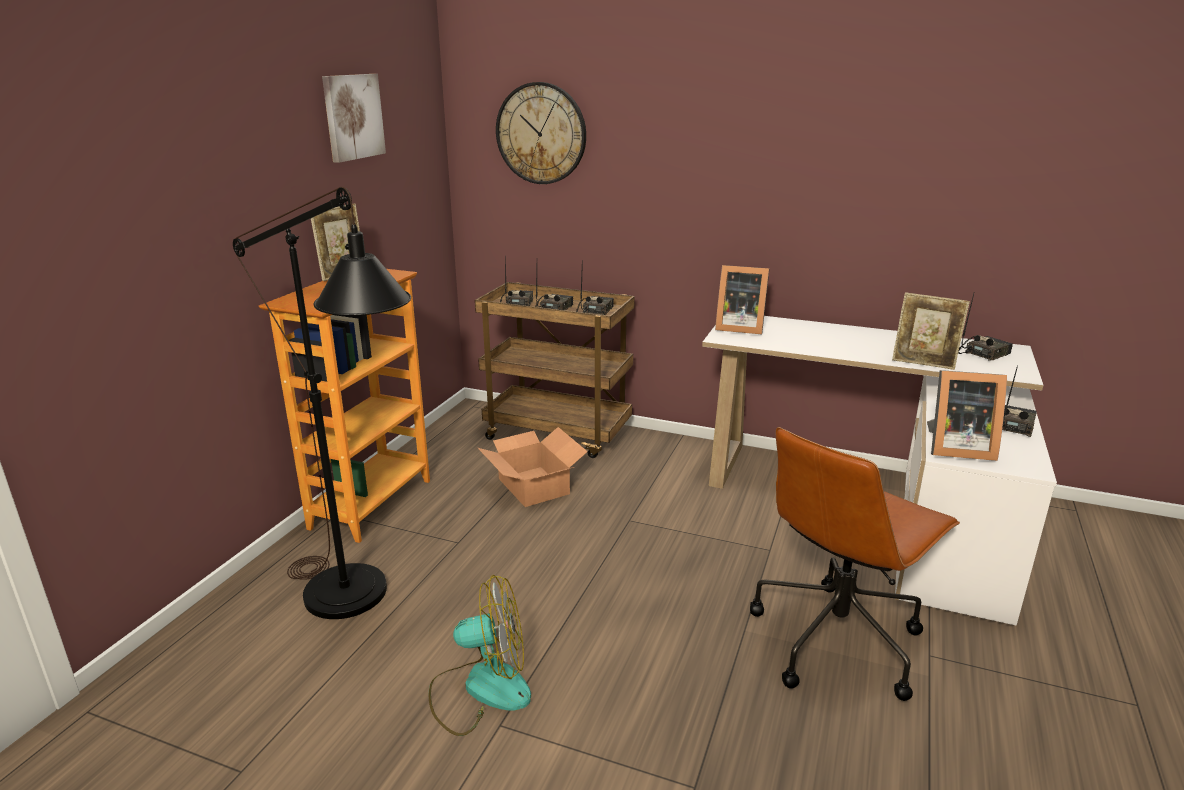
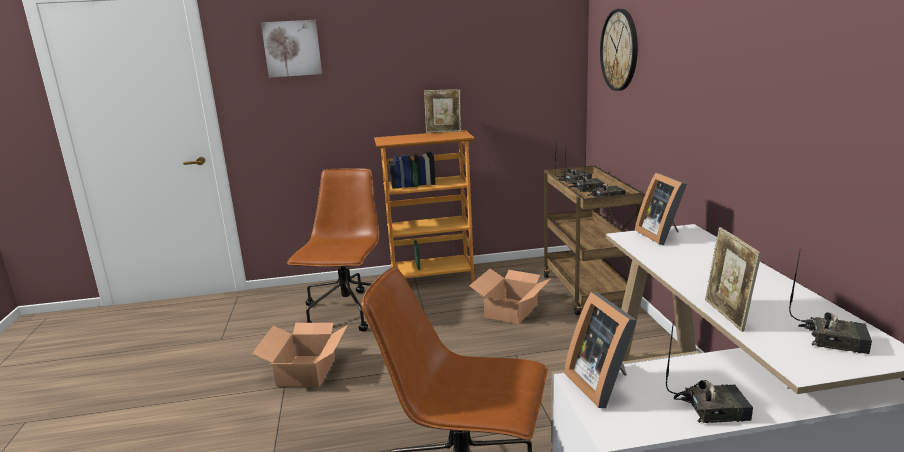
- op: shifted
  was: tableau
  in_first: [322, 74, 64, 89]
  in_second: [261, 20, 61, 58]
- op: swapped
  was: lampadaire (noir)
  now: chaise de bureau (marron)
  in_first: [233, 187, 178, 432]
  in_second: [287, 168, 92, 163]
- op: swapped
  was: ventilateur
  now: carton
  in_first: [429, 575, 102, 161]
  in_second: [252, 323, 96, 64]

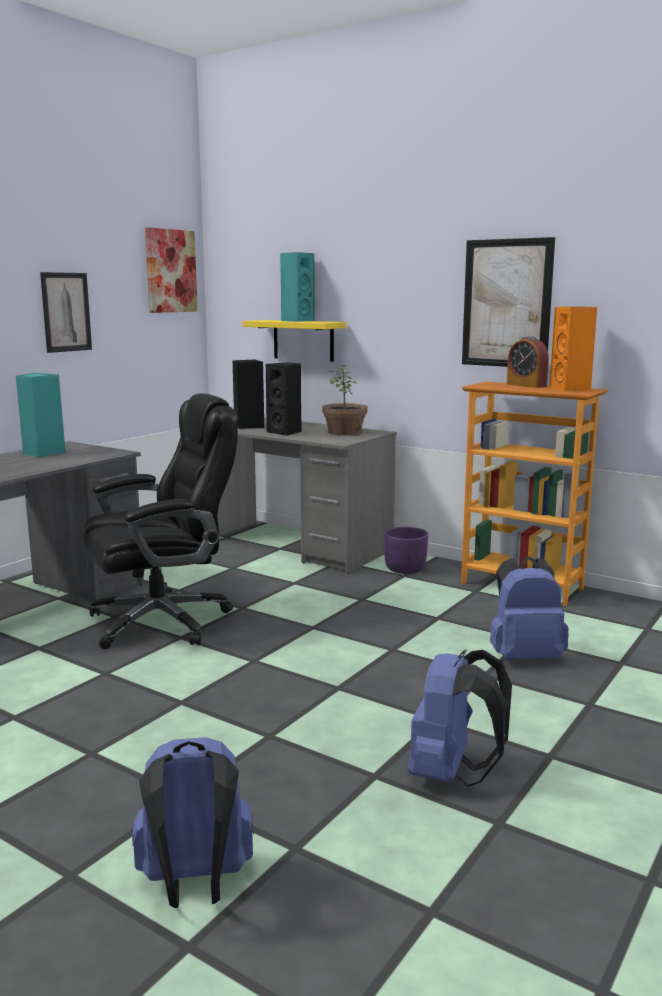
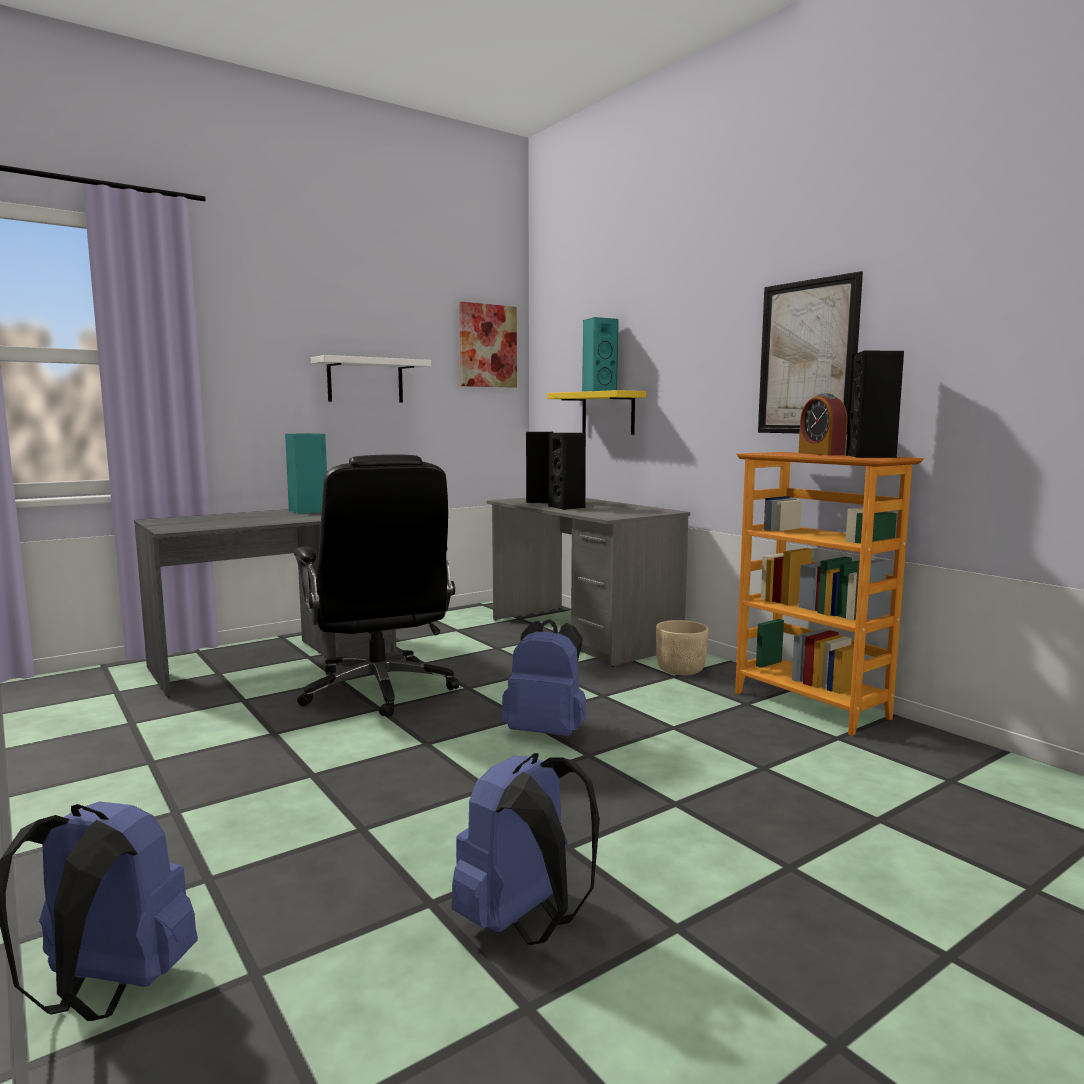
- op: gone
  was: plante en pot
  in_first: [322, 365, 46, 70]
- op: shifted
  was: sac à dos (bleu)
  in_first: [490, 556, 79, 103]
  in_second: [502, 619, 84, 117]
- op: swapped
  was: tableau
  now: étagère (blanc)
  in_first: [40, 272, 52, 81]
  in_second: [311, 355, 120, 47]
- op: repainted
  was: cache-pot (violet)
  now: cache-pot (beige)
  in_first: [384, 527, 44, 47]
  in_second: [656, 620, 52, 55]
- op: repainted
  was: enceinte (orange)
  now: enceinte (noir)
  in_first: [549, 307, 48, 84]
  in_second: [846, 350, 58, 108]
- op: rotated
  was: chaise de bureau (noir)
  in_first: [84, 393, 154, 256]
  in_second: [294, 454, 165, 263]
  clockwise: 75

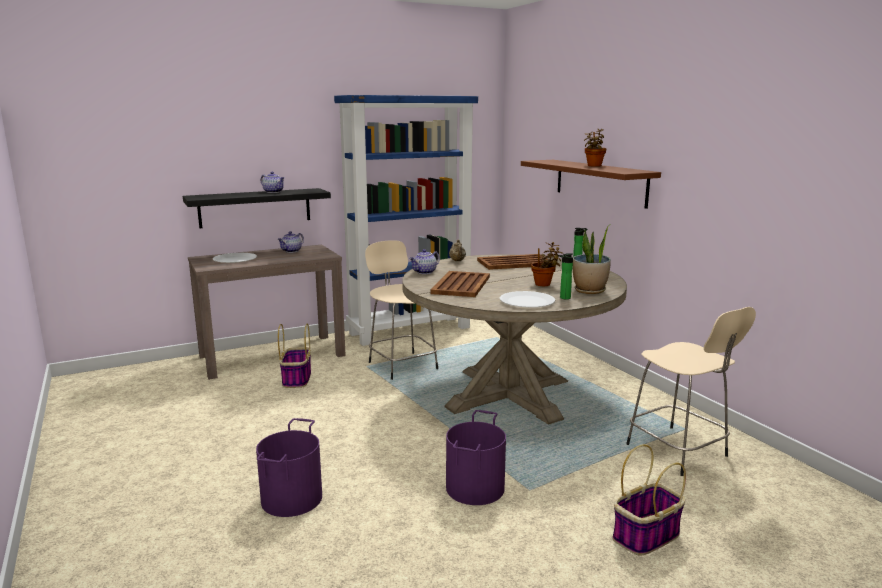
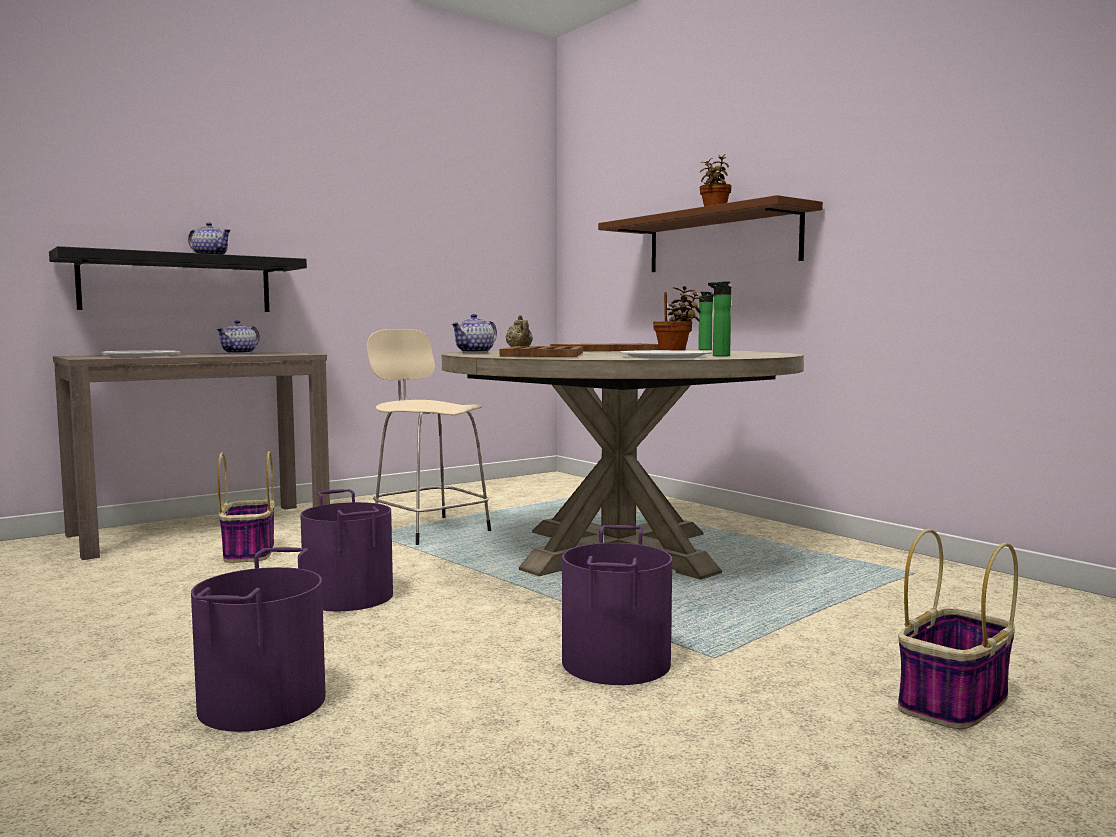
- op: gone
  was: bibliothèque (bleu)
  in_first: [334, 95, 144, 251]
- op: gone
  was: plante en pot
  in_first: [573, 224, 38, 70]
- op: gone
  was: tabouret (beige)
  in_first: [626, 307, 130, 169]
- op: new
  now: seau (violet)
  in_second: [300, 489, 93, 122]

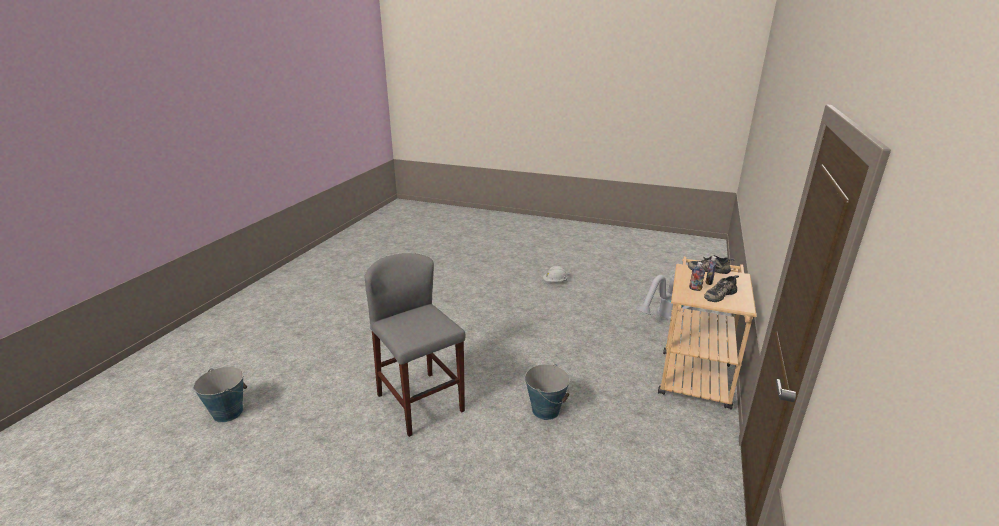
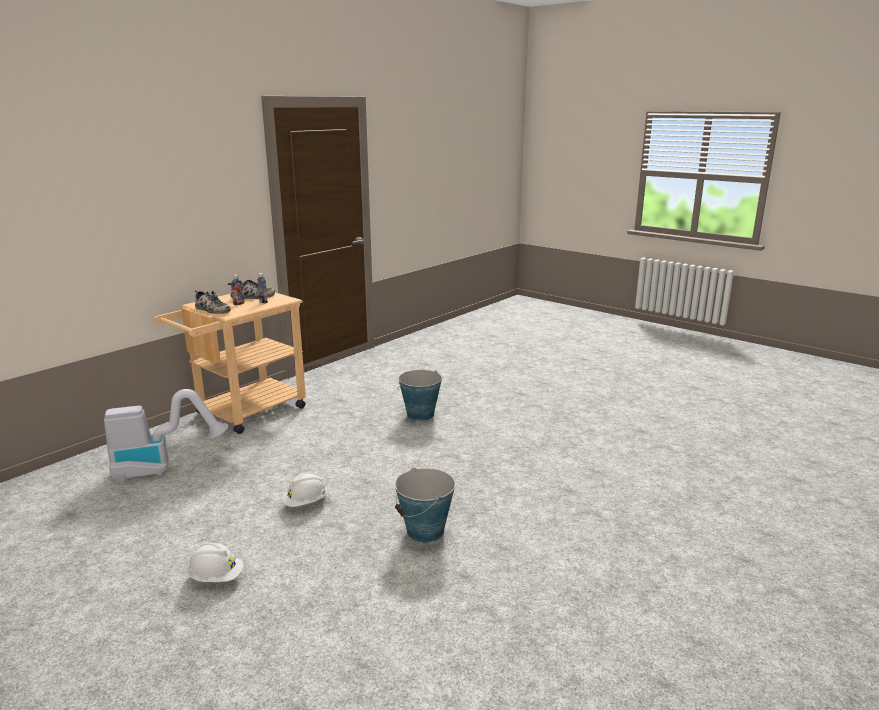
- op: gone
  was: tabouret (gris)
  in_first: [364, 253, 101, 184]
- op: new
  now: casque de chantier (blanc)
  in_second: [281, 472, 47, 35]
- op: shifted
  was: seau
  in_first: [193, 366, 54, 57]
  in_second: [395, 467, 60, 76]

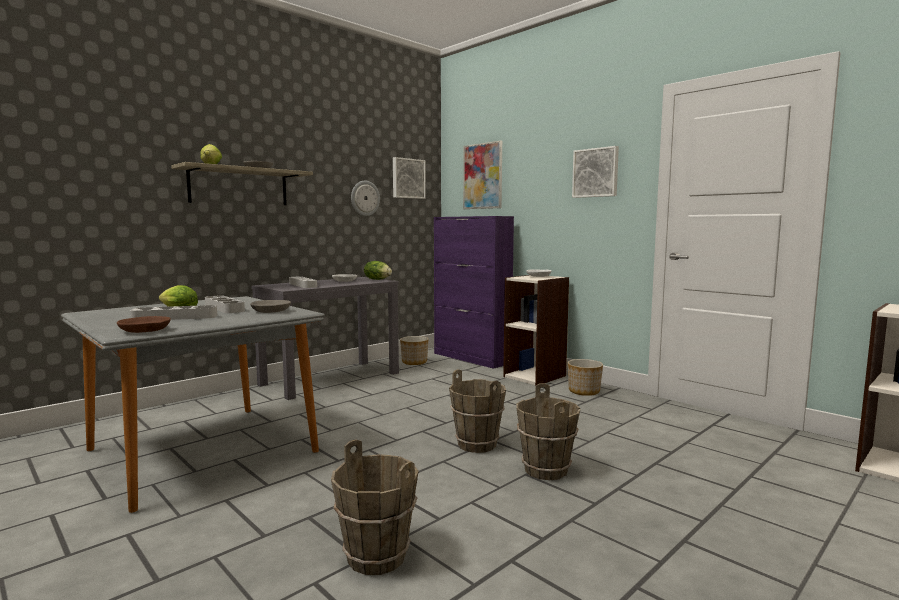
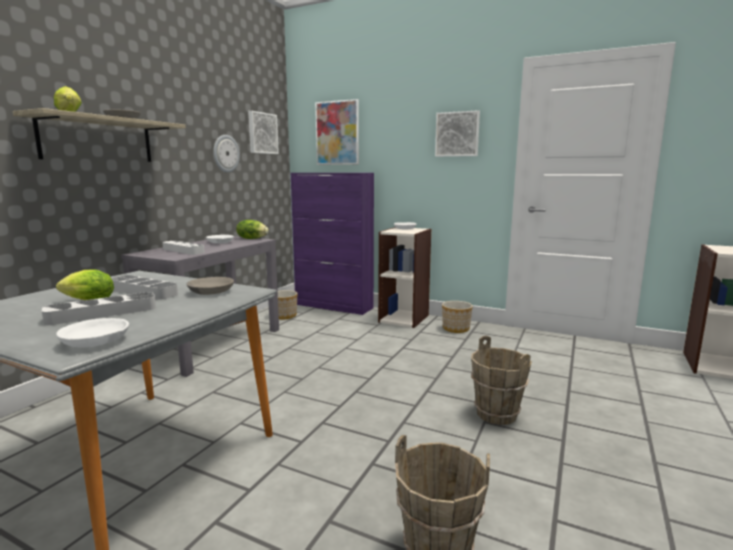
- op: gone
  was: seau (marron)
  in_first: [449, 369, 57, 84]
- op: repainted
  was: bol (marron)
  now: bol (blanc)
  in_first: [117, 316, 54, 17]
  in_second: [56, 318, 73, 30]

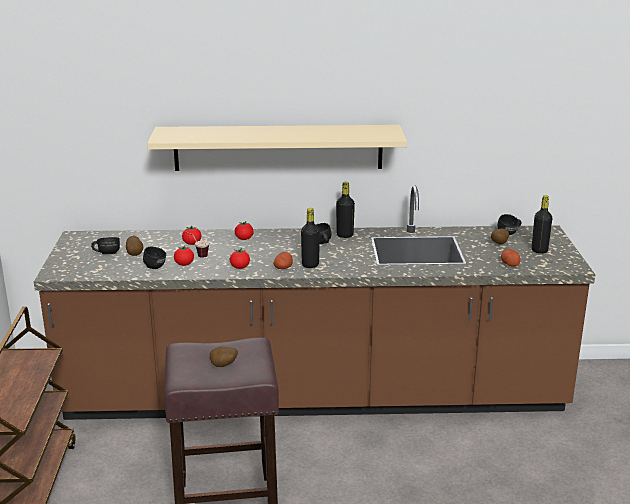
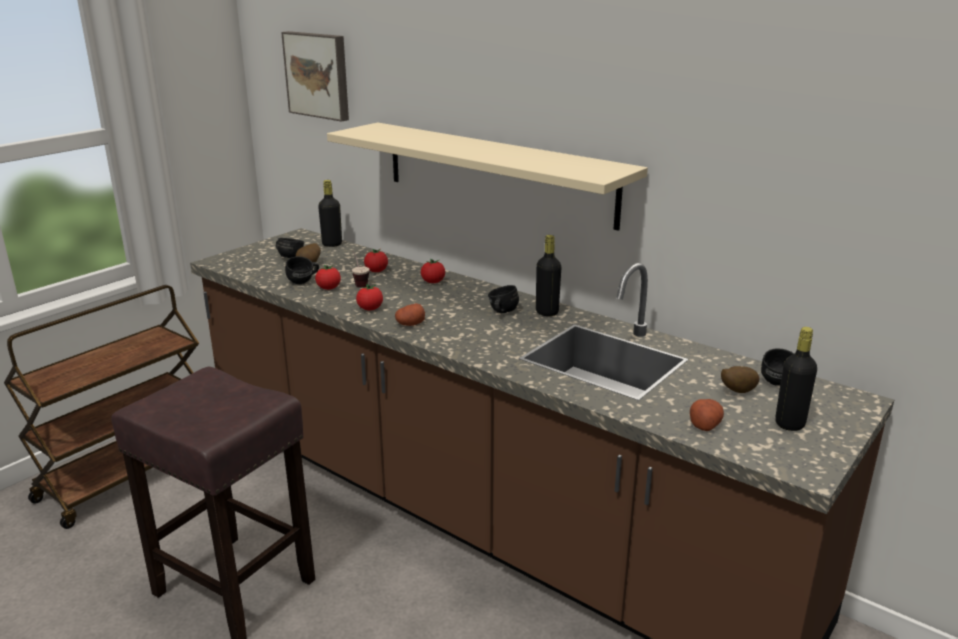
- op: gone
  was: pomme de terre
  in_first: [210, 347, 28, 20]
- op: new
  now: tableau
  in_second: [281, 31, 68, 91]
- op: shifted
  was: bouteille (noir)
  in_first: [301, 208, 19, 60]
  in_second: [318, 180, 24, 67]

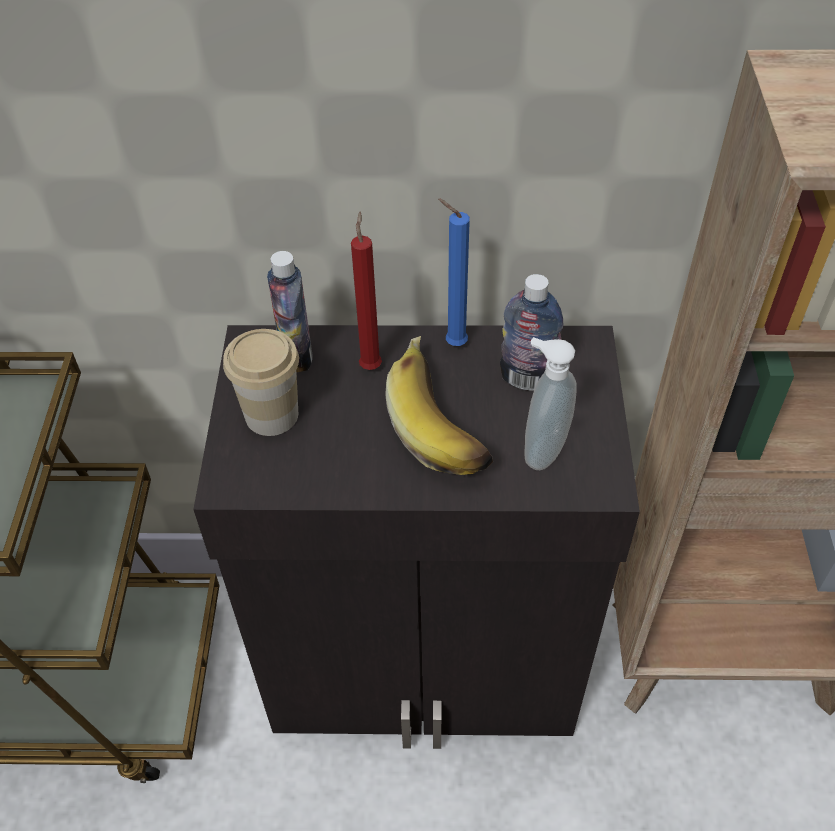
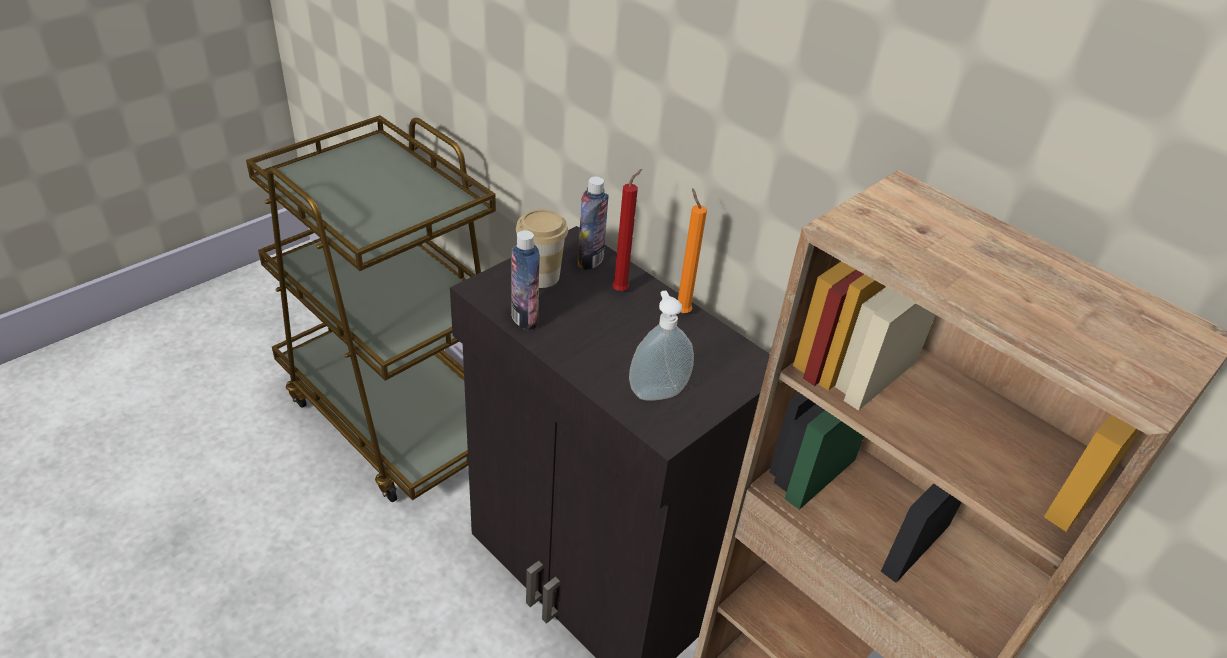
- op: gone
  was: banane
  in_first: [386, 336, 107, 139]
- op: shifted
  was: bouteille
  in_first: [500, 274, 64, 117]
  in_second: [511, 230, 29, 100]
- op: repainted
  was: bougie (bleu)
  now: bougie (orange)
  in_first: [438, 198, 32, 148]
  in_second: [678, 188, 29, 125]

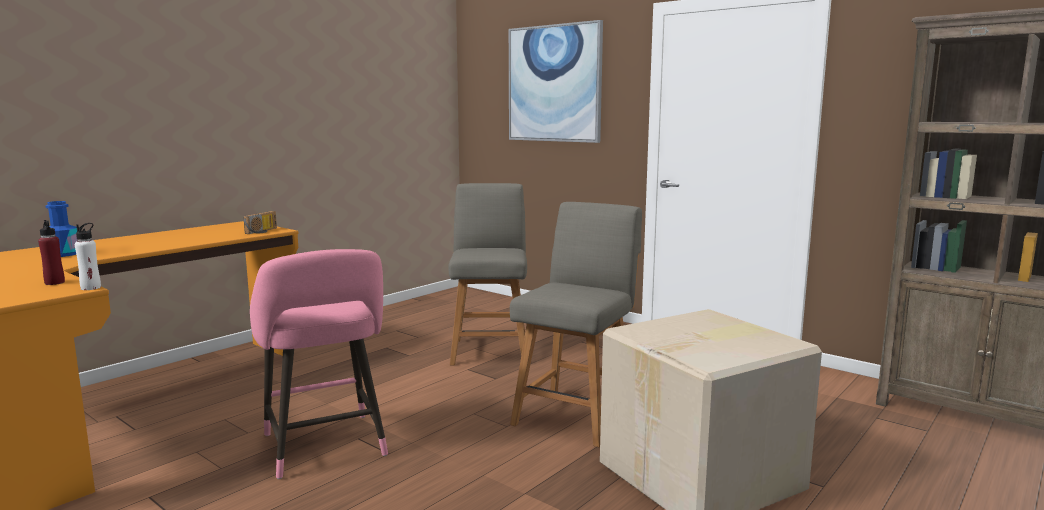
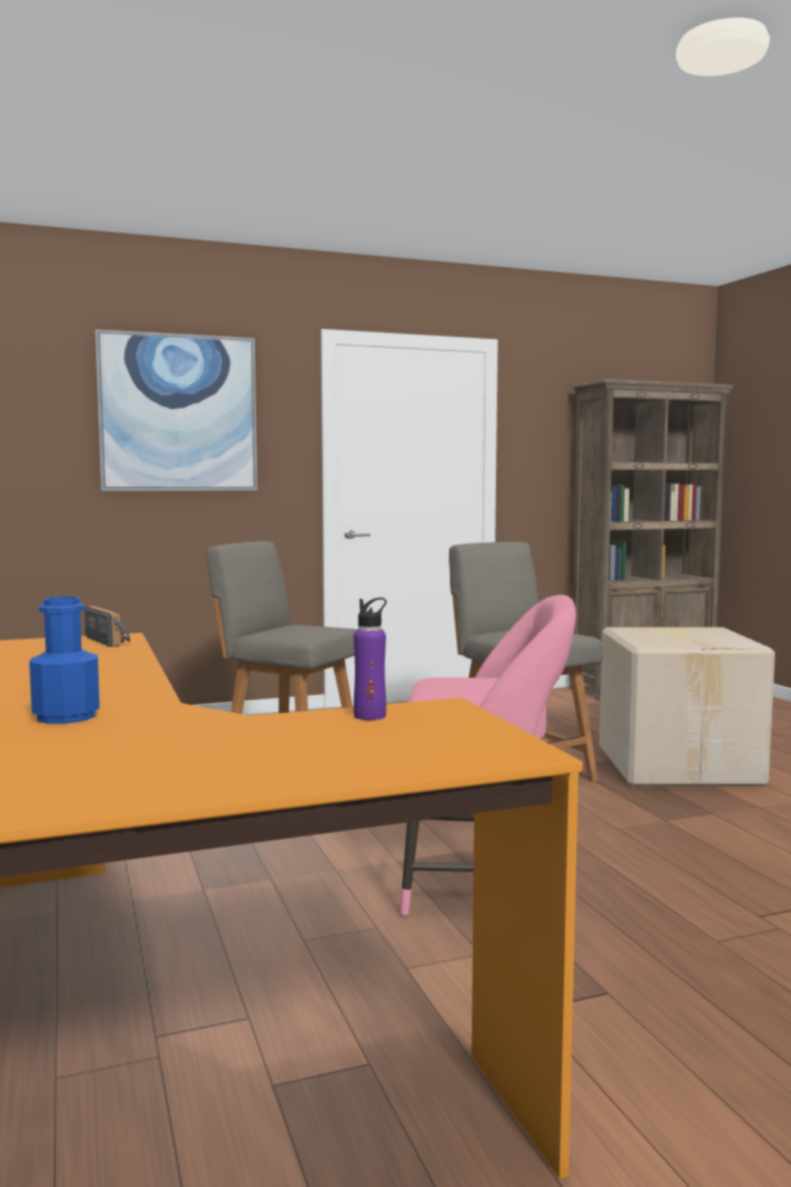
- op: gone
  was: bouteille (blanc)
  in_first: [75, 223, 26, 67]
- op: repainted
  was: bouteille (rouge)
  now: bouteille (violet)
  in_first: [38, 220, 27, 65]
  in_second: [354, 597, 33, 123]

